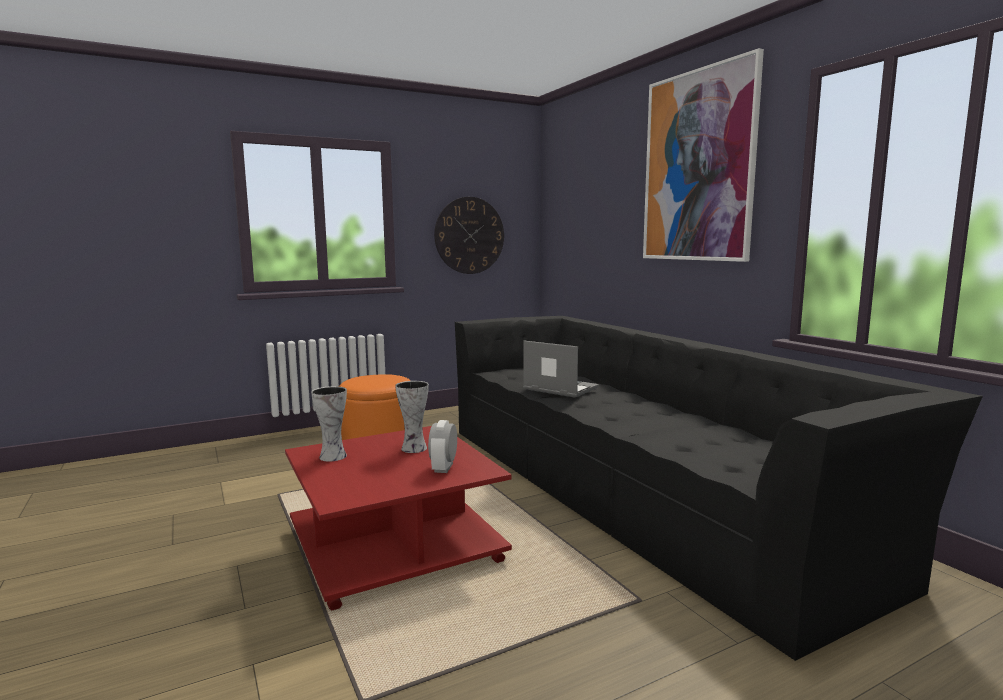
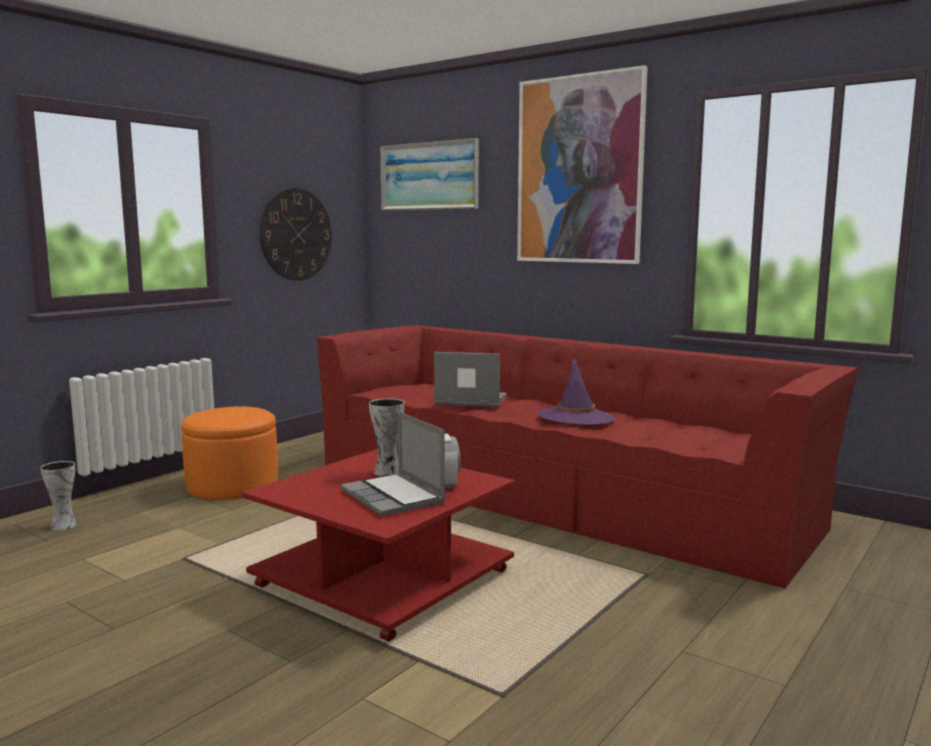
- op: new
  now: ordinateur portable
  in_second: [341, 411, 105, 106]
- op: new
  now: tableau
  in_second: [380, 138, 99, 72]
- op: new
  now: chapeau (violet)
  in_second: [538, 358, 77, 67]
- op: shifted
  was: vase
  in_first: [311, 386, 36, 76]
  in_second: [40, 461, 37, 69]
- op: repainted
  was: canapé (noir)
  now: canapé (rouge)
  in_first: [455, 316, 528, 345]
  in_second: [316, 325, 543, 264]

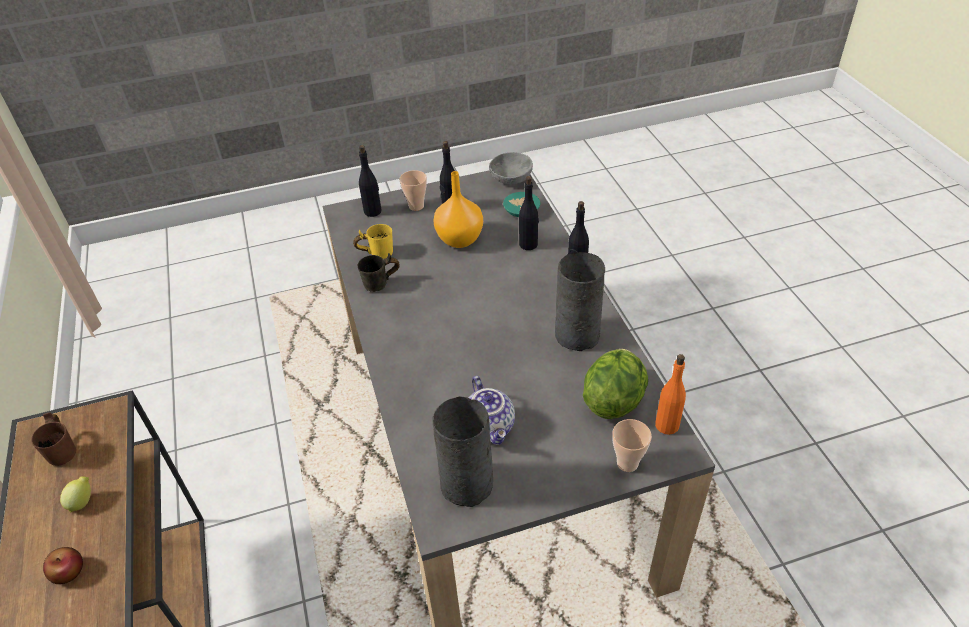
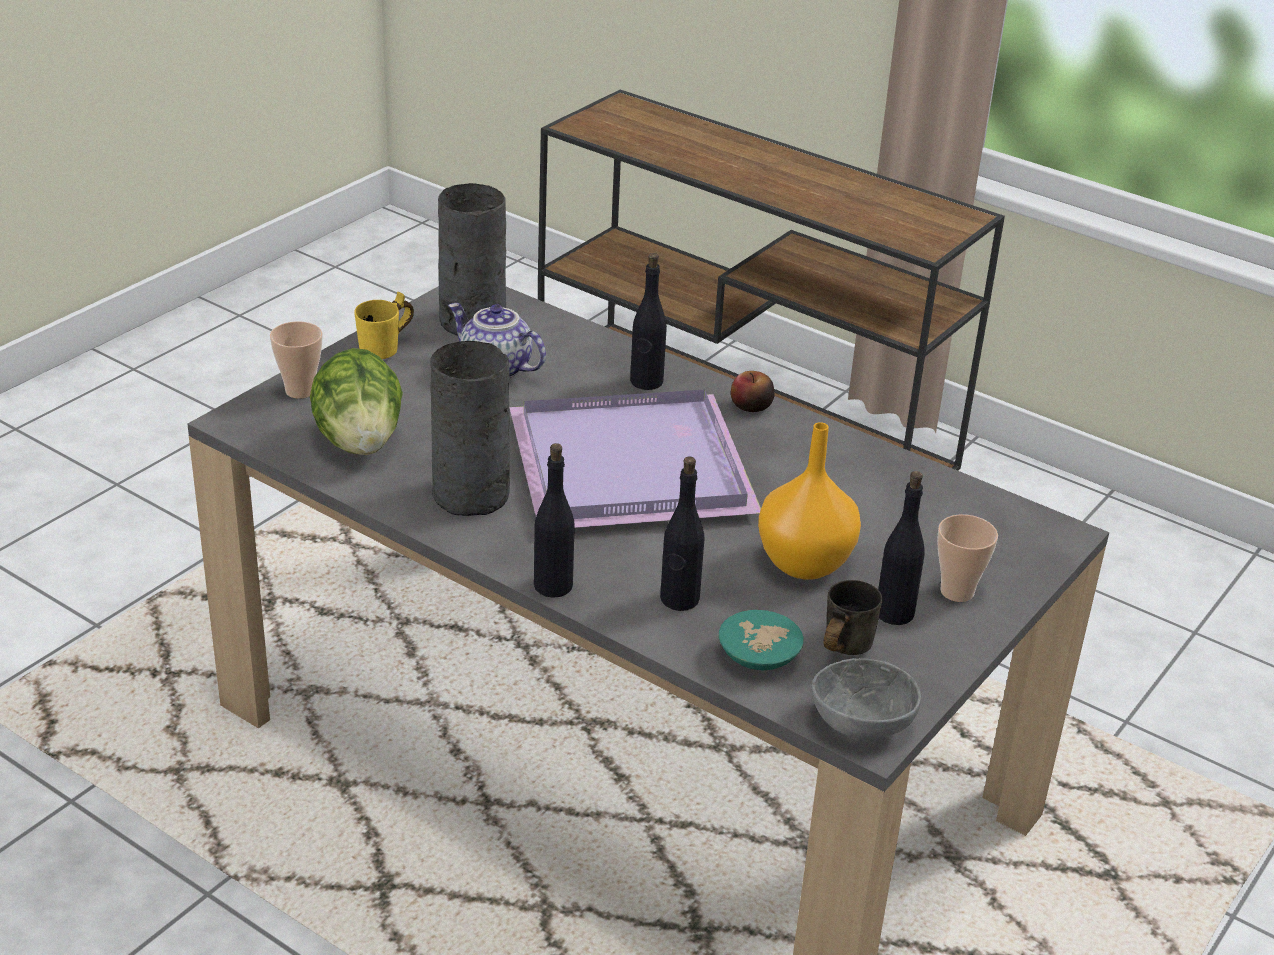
- op: gone
  was: mug (marron)
  in_first: [31, 412, 45, 54]
- op: gone
  was: citron
  in_first: [60, 476, 31, 37]
- op: gone
  was: bouteille (orange)
  in_first: [655, 354, 31, 81]
- op: new
  now: plateau (violet)
  in_second: [509, 390, 252, 138]
- op: shifted
  was: pomme
  in_first: [43, 547, 40, 37]
  in_second: [731, 371, 44, 41]
- op: shifted
  was: mug (jaune)
  in_first: [353, 224, 40, 35]
  in_second: [354, 292, 60, 67]
- op: shifted
  was: mug (gris)
  in_first: [358, 253, 42, 39]
  in_second: [824, 580, 58, 75]
- op: shifted
  was: bouteille (noir)
  in_first: [359, 145, 22, 72]
  in_second: [630, 253, 37, 137]

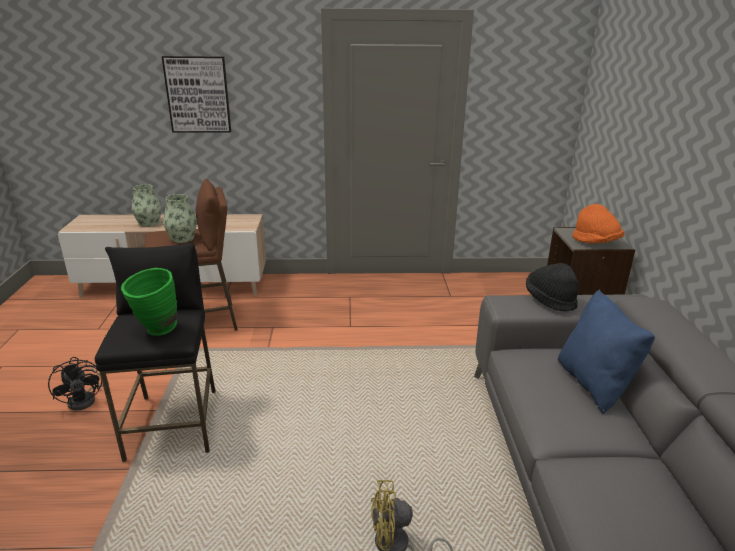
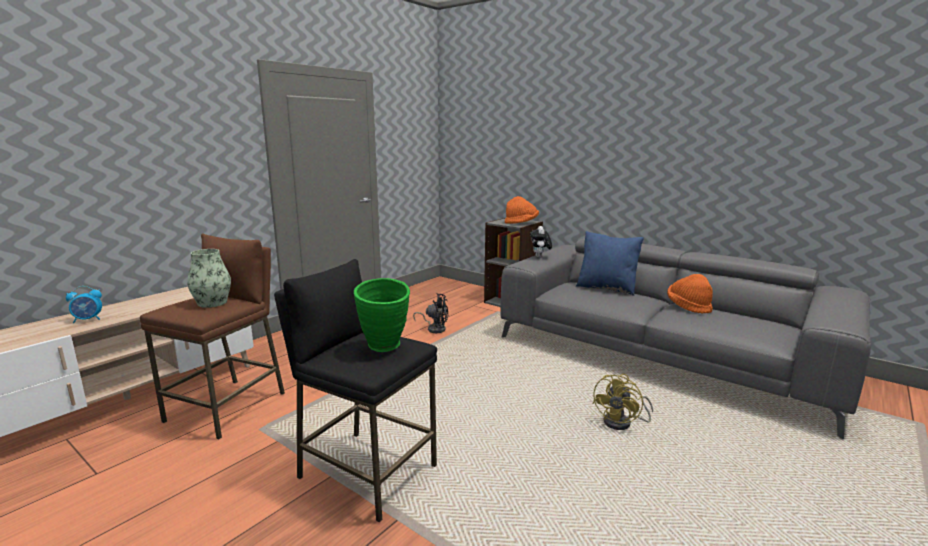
- op: gone
  was: tableau
  in_first: [162, 56, 69, 77]
- op: new
  now: chapeau (orange)
  in_second: [667, 274, 46, 40]
- op: shifted
  was: ventilateur (noir)
  in_first: [48, 357, 61, 54]
  in_second: [413, 293, 35, 40]
- op: swapped
  was: vase
  now: réveil
  in_first: [132, 184, 29, 43]
  in_second: [66, 286, 36, 37]
- op: swapped
  was: chapeau (noir)
  now: peluche
  in_first: [526, 263, 53, 49]
  in_second: [530, 226, 22, 31]

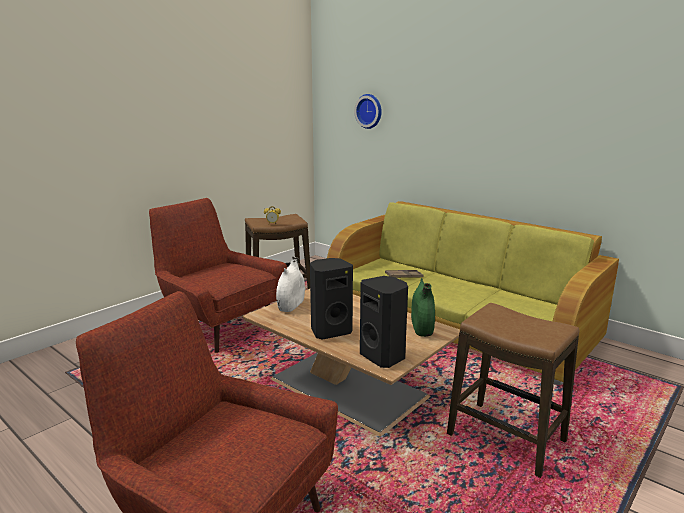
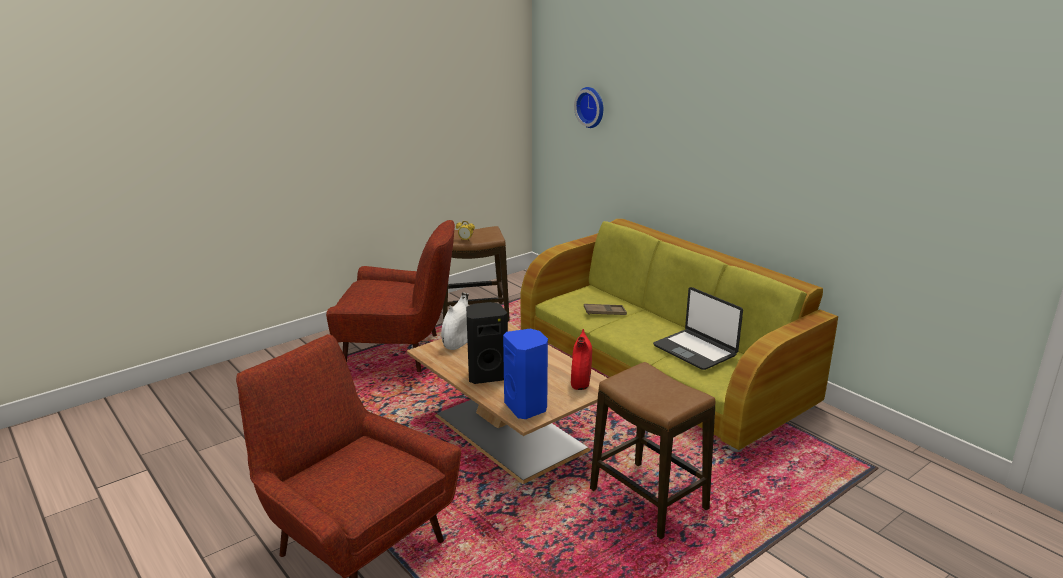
- op: new
  now: ordinateur portable
  in_second: [653, 287, 90, 83]
- op: repainted
  was: enceinte (noir)
  now: enceinte (bleu)
  in_first: [360, 276, 48, 92]
  in_second: [503, 329, 45, 90]
- op: repainted
  was: vase (vert)
  now: vase (rouge)
  in_first: [411, 278, 24, 59]
  in_second: [571, 329, 21, 61]
- op: rotated
  was: fauteuil (rouge)
  in_first: [149, 198, 138, 155]
  in_second: [326, 220, 129, 152]
  clockwise: 135

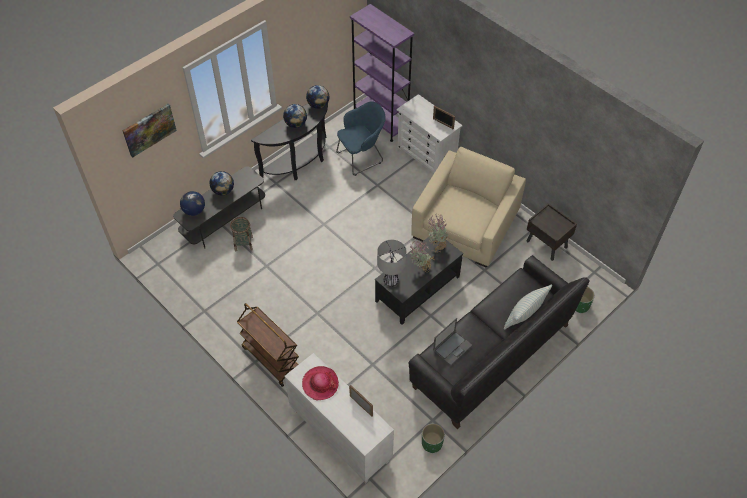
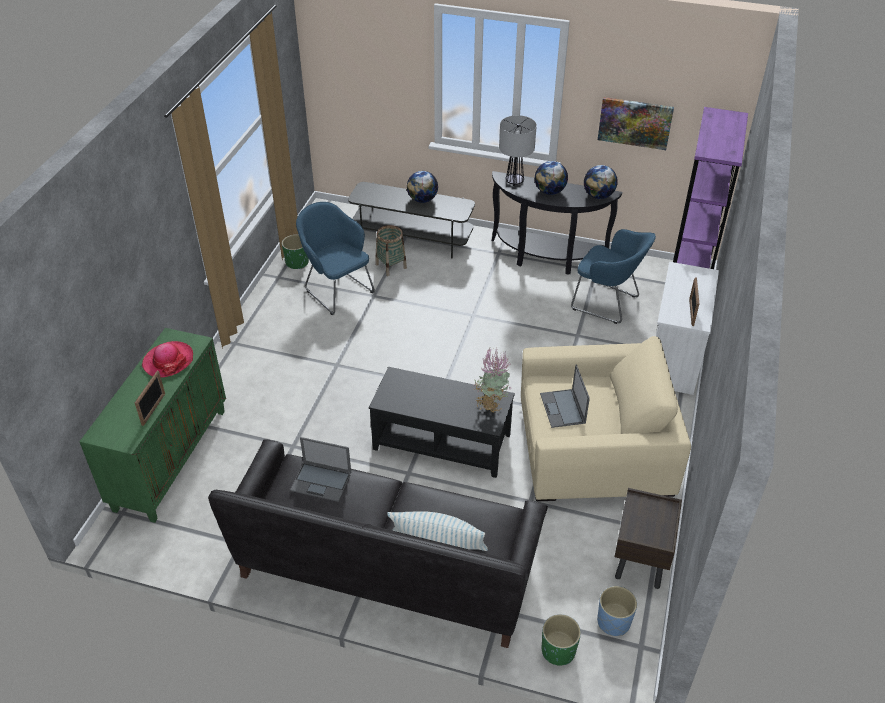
- op: gone
  was: globe
  in_first: [180, 191, 25, 25]
- op: gone
  was: chariot (marron)
  in_first: [237, 303, 62, 84]
- op: gone
  was: plante en pot
  in_first: [409, 241, 25, 33]
- op: new
  now: fauteuil (bleu)
  in_second: [296, 202, 79, 113]
- op: new
  now: ordinateur portable
  in_second: [540, 365, 50, 63]
- op: new
  now: cache-pot (bleu)
  in_second: [597, 586, 40, 50]
- op: shifted
  was: tableau
  in_first: [123, 104, 54, 53]
  in_second: [598, 97, 76, 53]
- op: shifted
  was: lampe de table
  in_first: [377, 240, 30, 47]
  in_second: [499, 115, 38, 71]
- op: shifted
  was: cache-pot (vert)
  in_first: [422, 423, 23, 30]
  in_second: [282, 235, 27, 34]
- op: repainted
  was: meuble de rangement (blanc)
  now: meuble de rangement (vert)
  in_first: [285, 353, 109, 131]
  in_second: [79, 328, 147, 195]

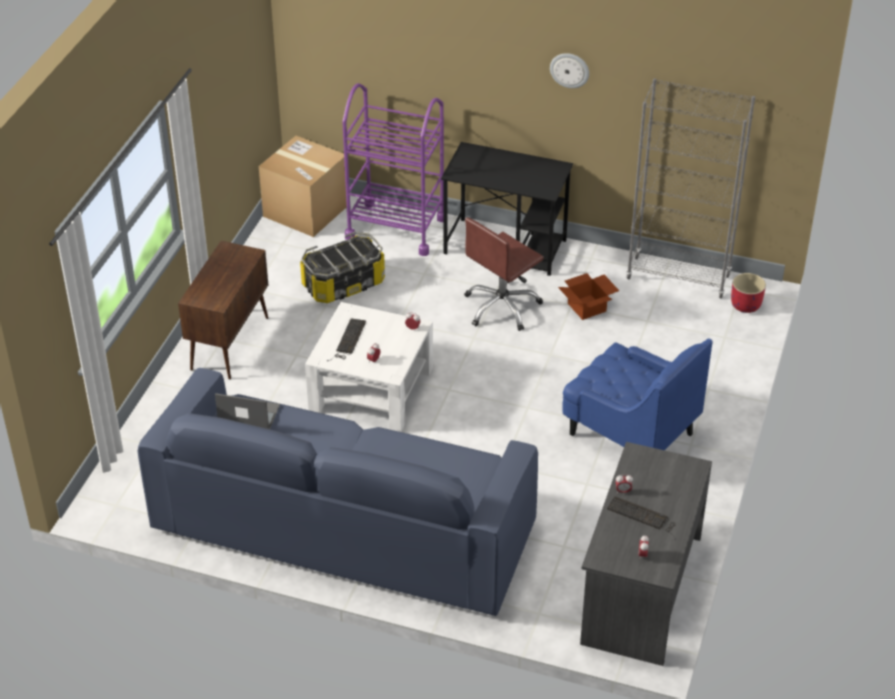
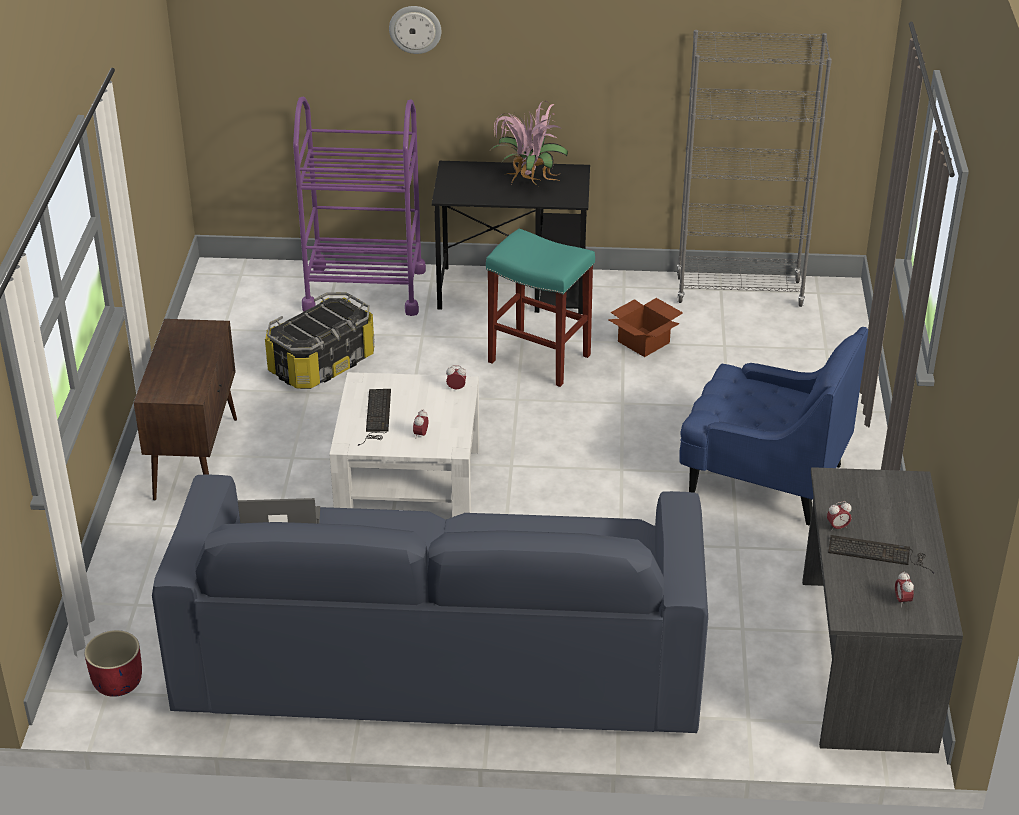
- op: gone
  was: carton
  in_first: [259, 135, 88, 102]
- op: new
  now: plante en pot
  in_second: [491, 101, 77, 85]
- op: shifted
  was: horloge murale
  in_first: [550, 53, 39, 35]
  in_second: [389, 6, 52, 48]
- op: shifted
  was: cache-pot (rouge)
  in_first: [731, 273, 35, 40]
  in_second: [84, 630, 58, 67]
- op: swapped
  was: chaise de bureau (marron)
  now: tabouret (turquoise)
  in_first: [464, 217, 80, 114]
  in_second: [486, 228, 109, 159]

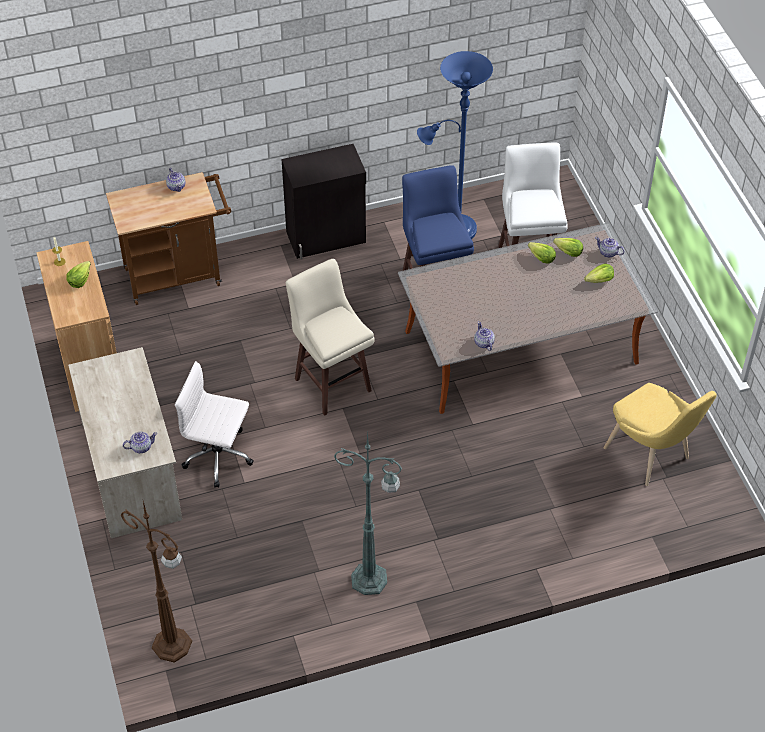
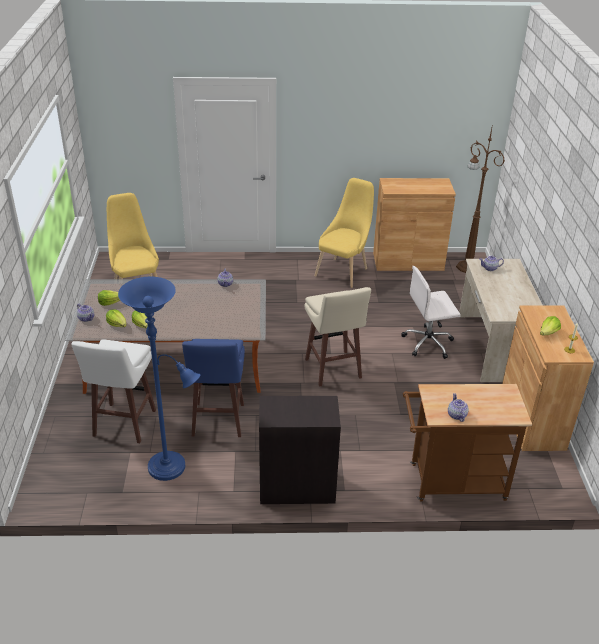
- op: new
  now: meuble de rangement (marron)
  in_second: [373, 178, 83, 93]
- op: swapped
  was: lampadaire (vert)
  now: chaise (jaune)
  in_first: [334, 430, 68, 165]
  in_second: [315, 178, 59, 110]
- op: rotated
  was: chaise de bureau (blanc)
  in_first: [175, 361, 78, 127]
  in_second: [401, 266, 60, 93]
  clockwise: 135

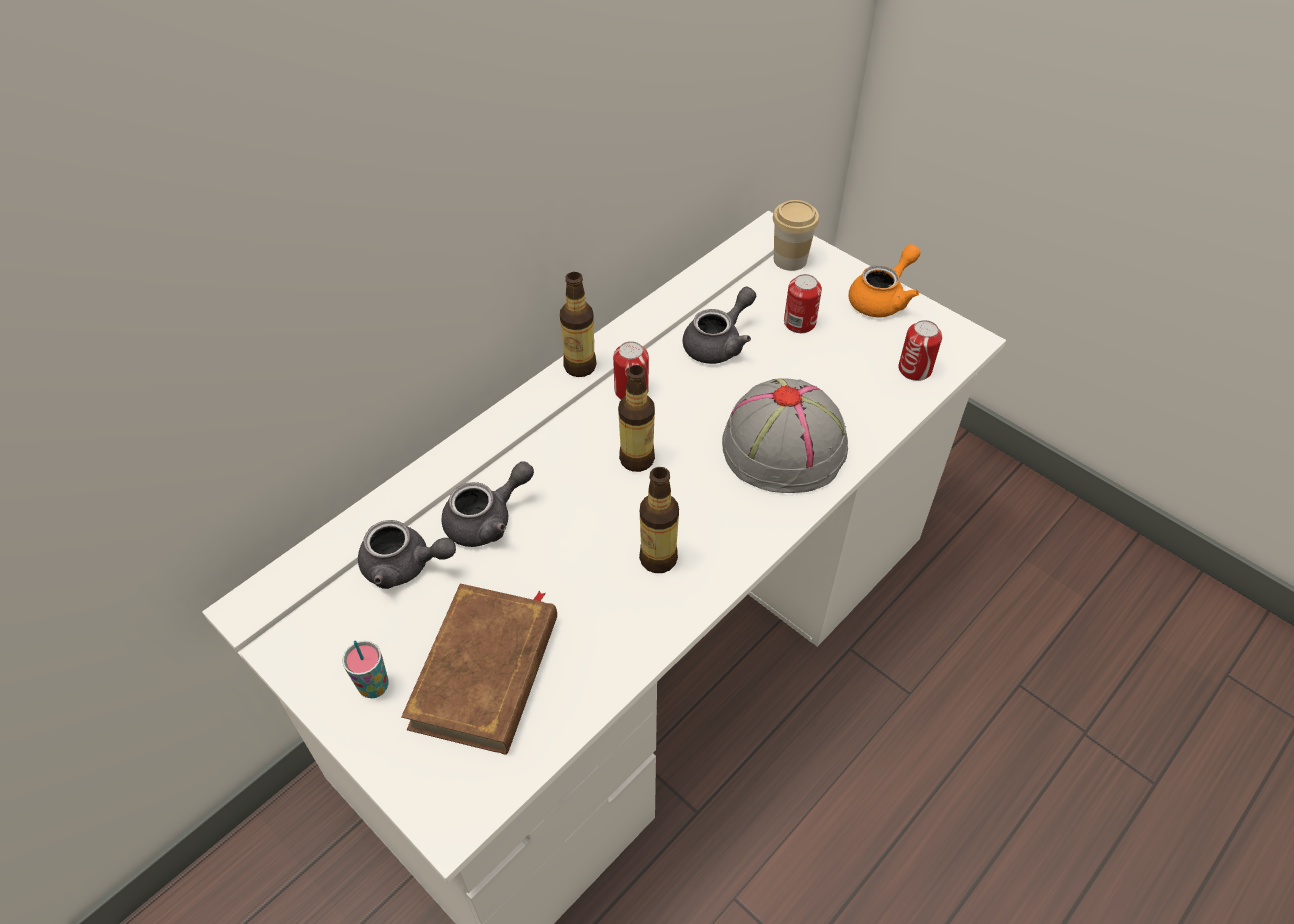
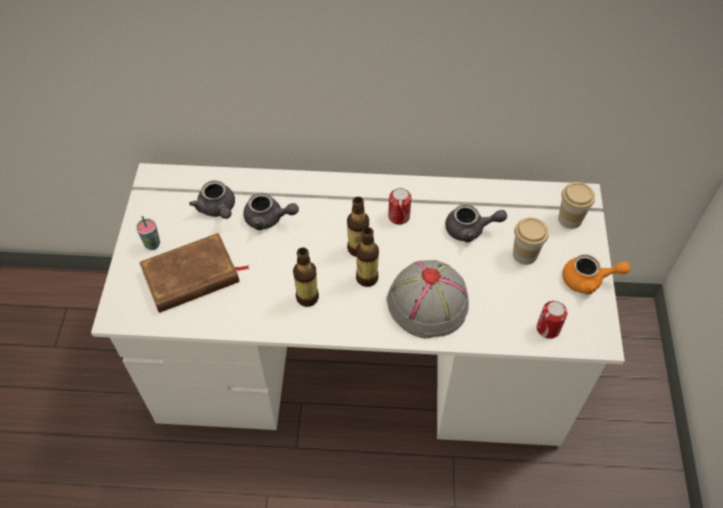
- op: shifted
  was: bouteille
  in_first: [560, 272, 37, 105]
  in_second: [356, 227, 23, 60]
- op: swapped
  was: boîte métallique
  now: tasse
  in_first: [784, 274, 38, 59]
  in_second: [513, 217, 36, 48]

